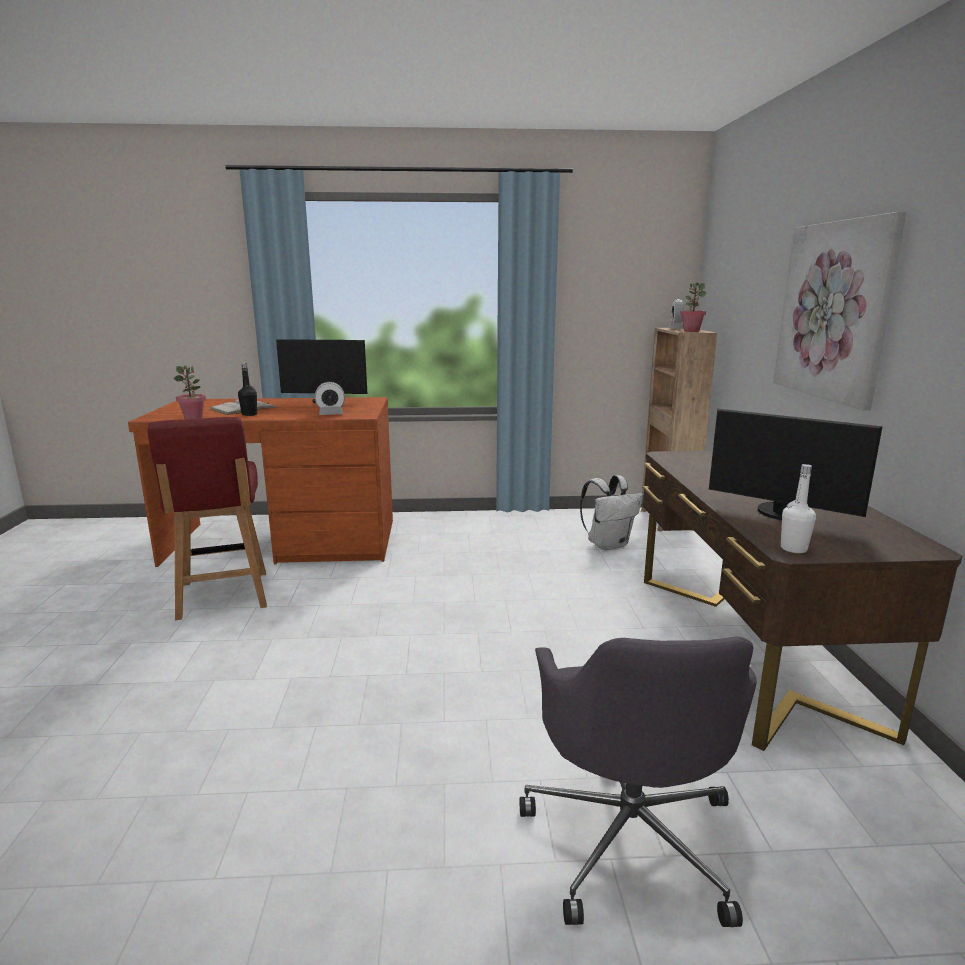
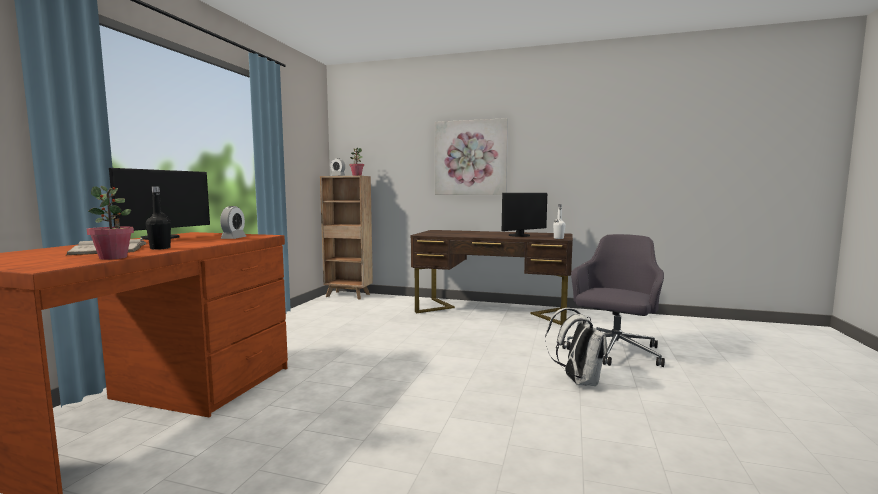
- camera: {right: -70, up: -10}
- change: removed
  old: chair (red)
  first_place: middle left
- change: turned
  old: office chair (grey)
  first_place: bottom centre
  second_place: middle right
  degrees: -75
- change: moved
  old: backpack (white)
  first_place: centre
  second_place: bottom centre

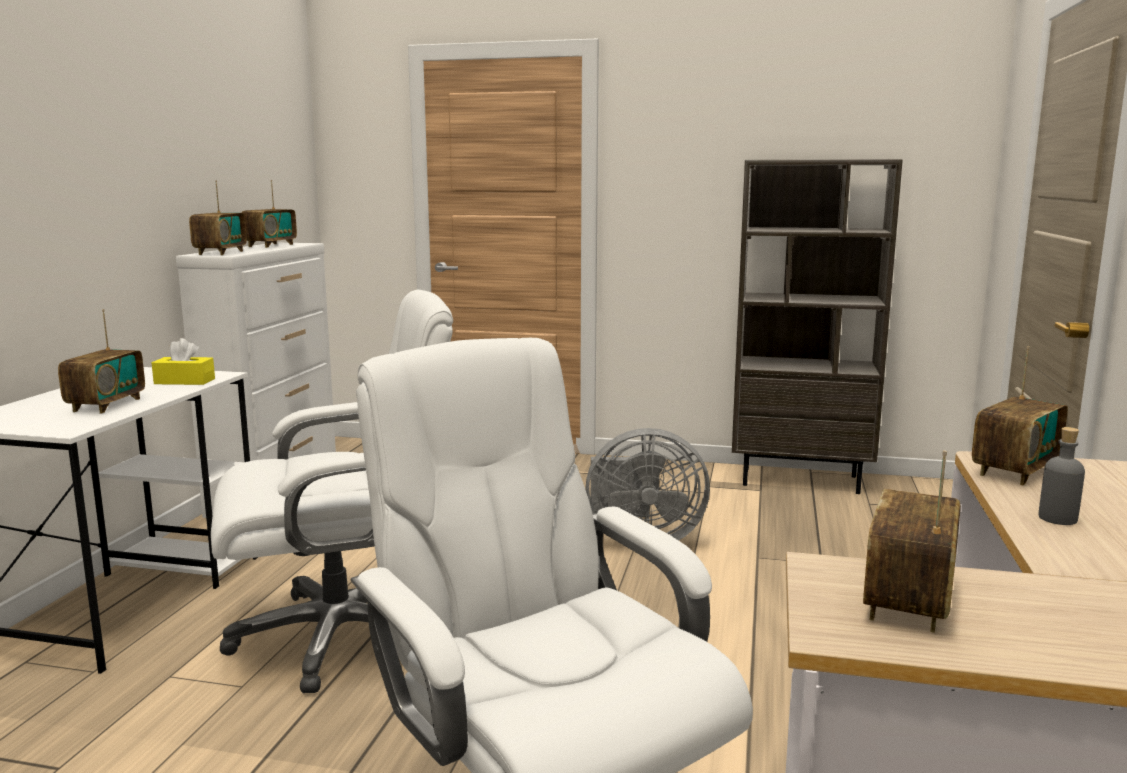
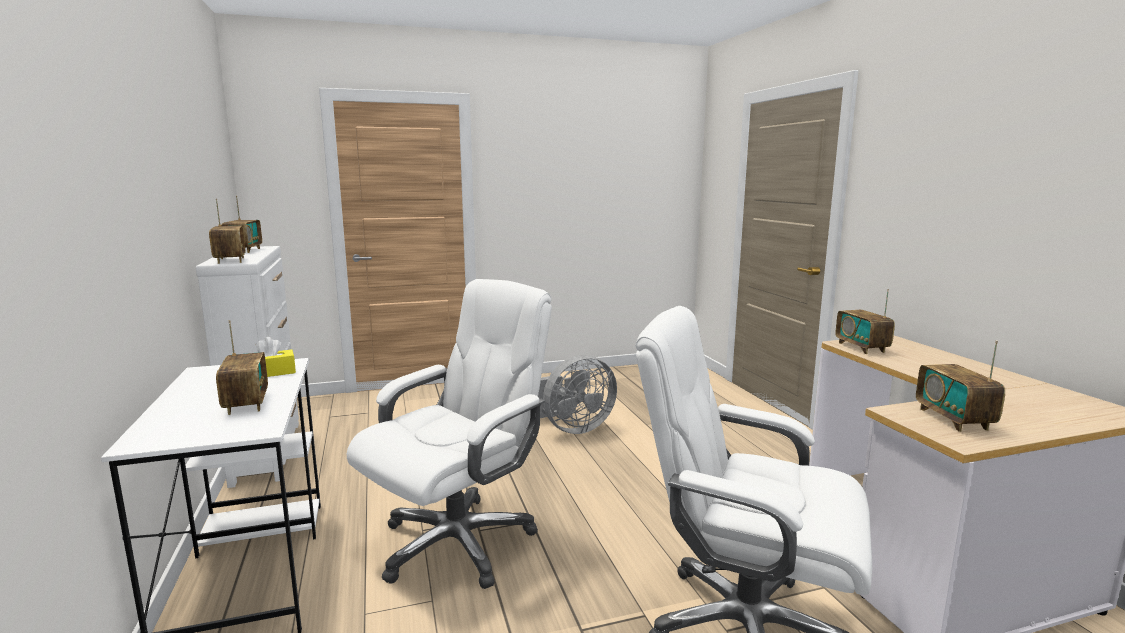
- camera: {right: -30, up: 0}
- change: removed
  old: bookcase (brown)
  first_place: middle right
- change: turned
  old: radio (5th from left in the first image)
  first_place: middle right
  second_place: middle right
  degrees: 150
- change: removed
  old: bottle (grey)
  first_place: middle right

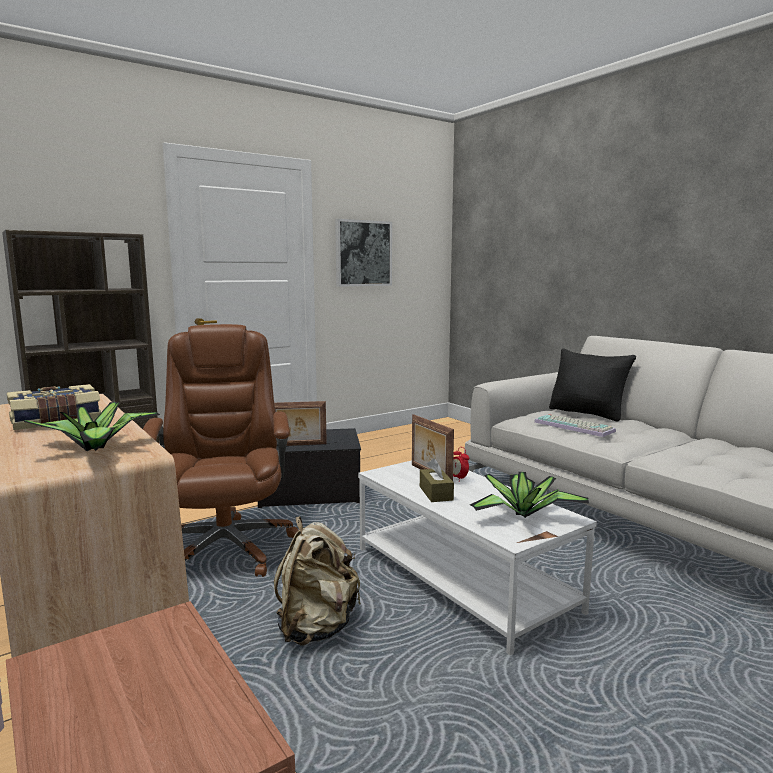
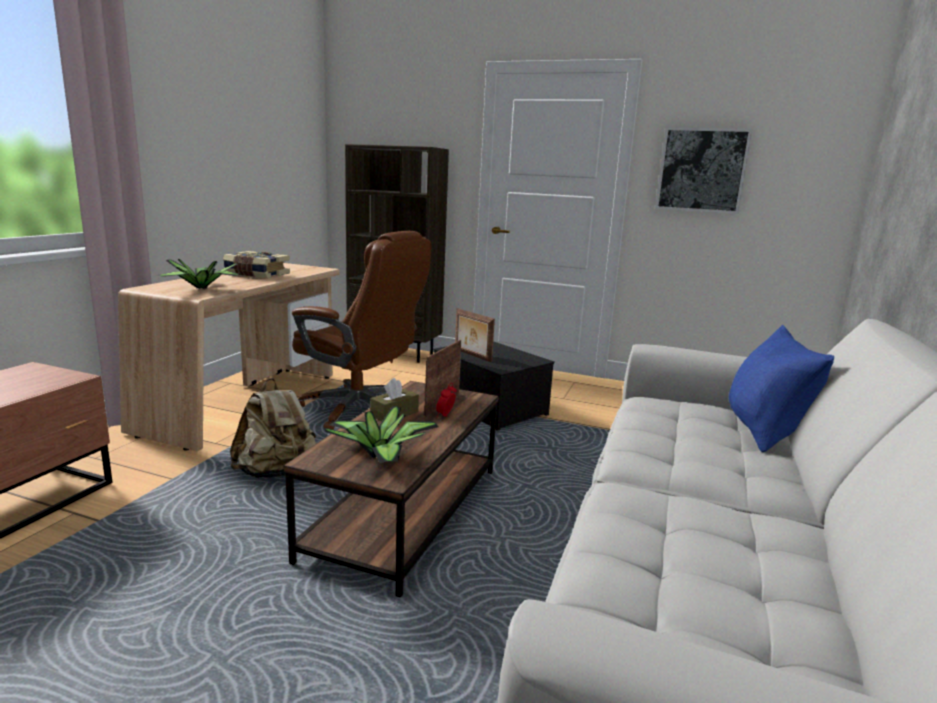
- camera: {right: 55, up: 5}
- change: turned
  old: office chair (brown)
  first_place: middle left
  second_place: centre
  degrees: 75
- change: recoloured
  old: coffee table (white)
  new: coffee table (brown)
  first_place: bottom centre
  second_place: bottom centre
- change: removed
  old: keyboard
  first_place: middle right
- change: recoloured
  old: pillow (black)
  new: pillow (blue)
  first_place: middle right
  second_place: middle right

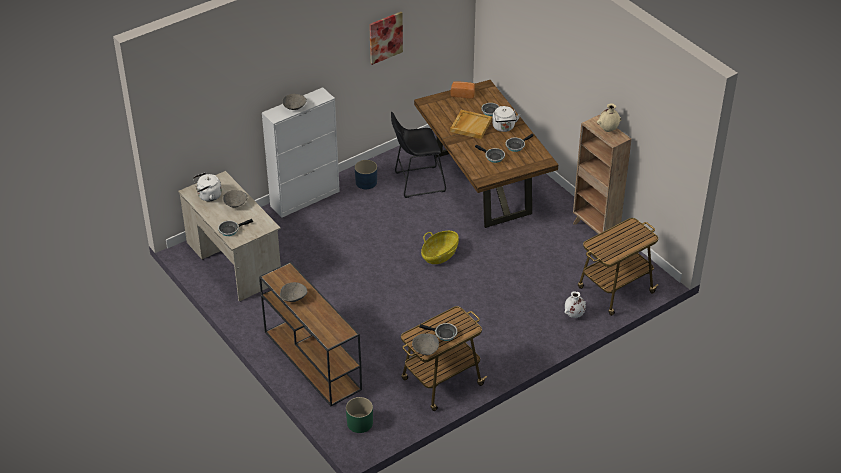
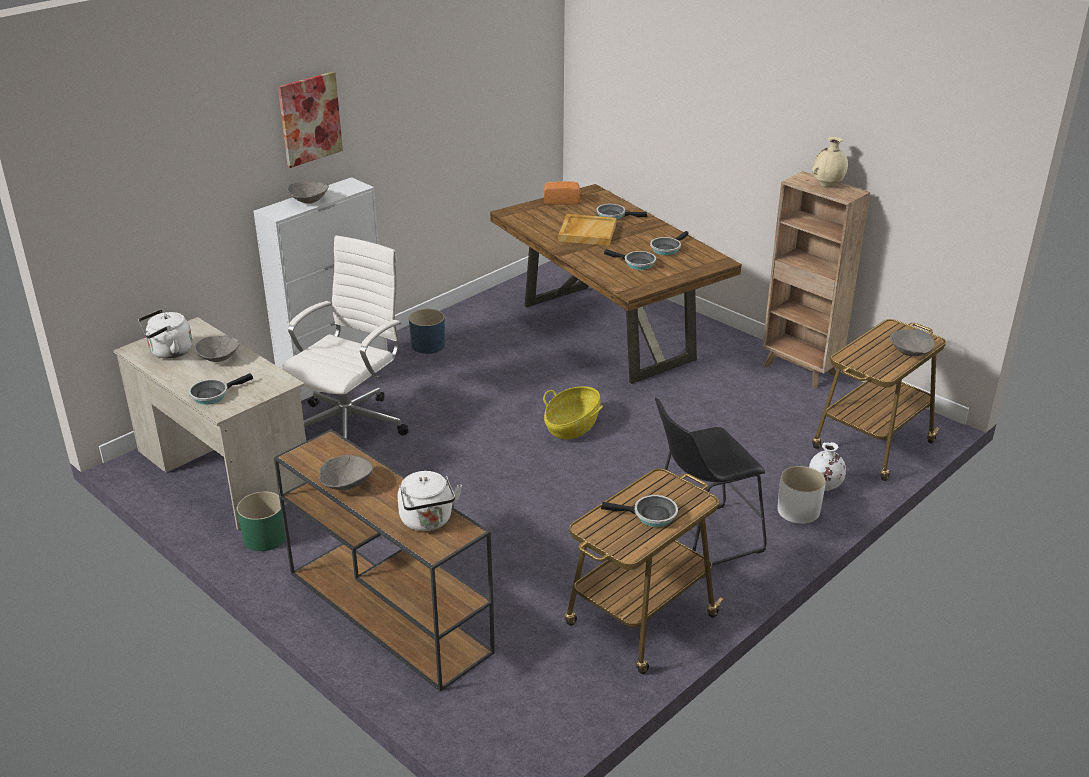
- camera: {right: -10, up: -10}
- change: moved
  old: planter (green)
  first_place: bottom centre
  second_place: bottom left
- change: moved
  old: picture
  first_place: top centre
  second_place: top left
- change: moved
  old: stool (black)
  first_place: top centre
  second_place: centre
- change: moved
  old: bowl (grey) (4th from left)
  first_place: bottom centre
  second_place: middle right
- change: moved
  old: kettle (white) (2nd from left)
  first_place: top centre
  second_place: centre
- change: added
  new: office chair (white)
  second_place: middle left
- change: added
  new: planter (white)
  second_place: middle right

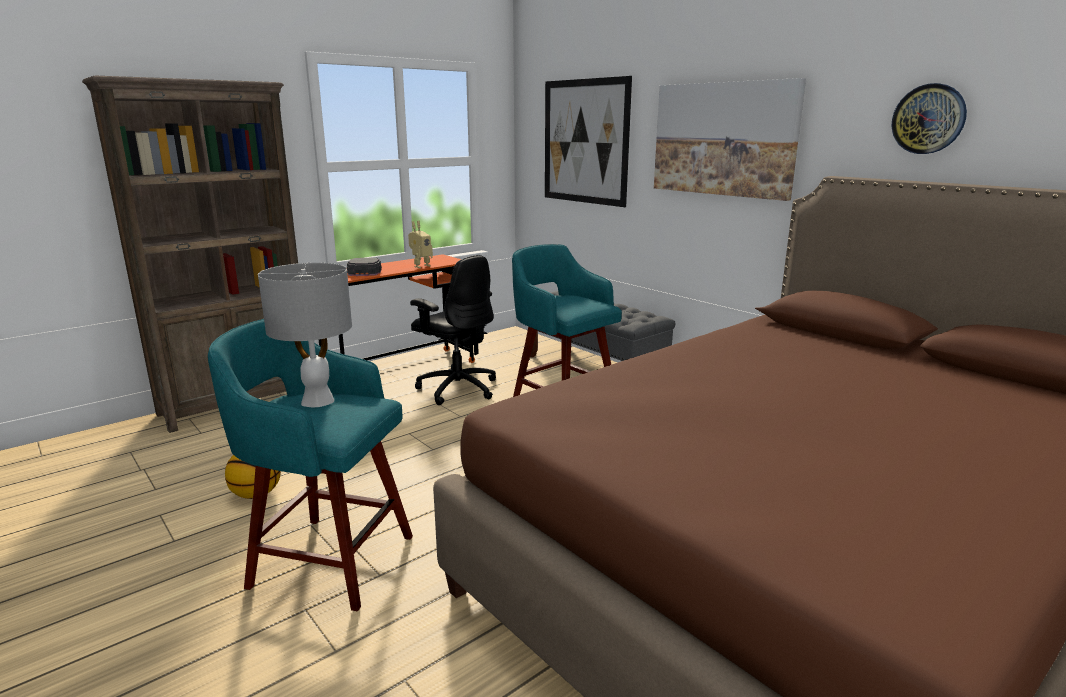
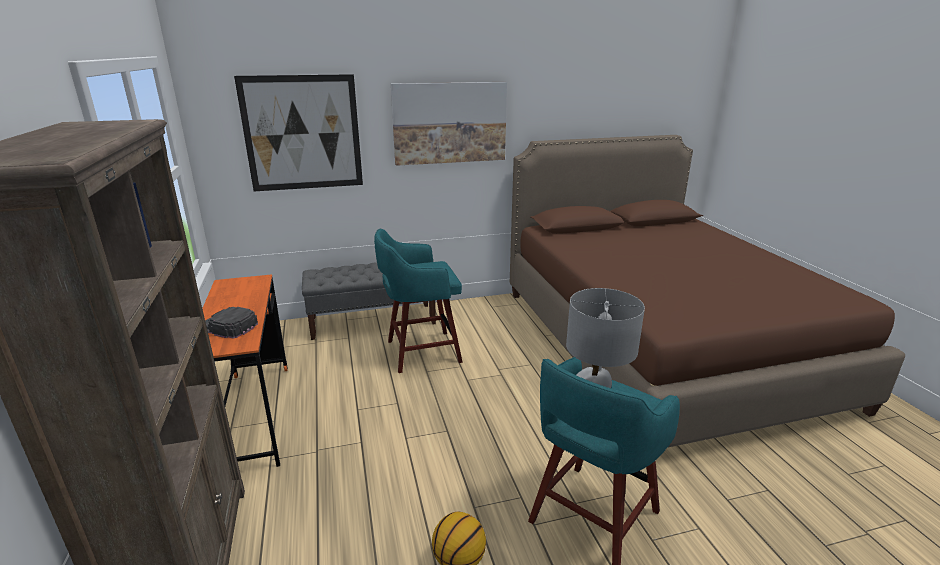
- camera: {right: -65, up: 5}
- change: removed
  old: toy robot
  first_place: centre
- change: removed
  old: office chair (black)
  first_place: centre
- change: removed
  old: wall clock
  first_place: top right

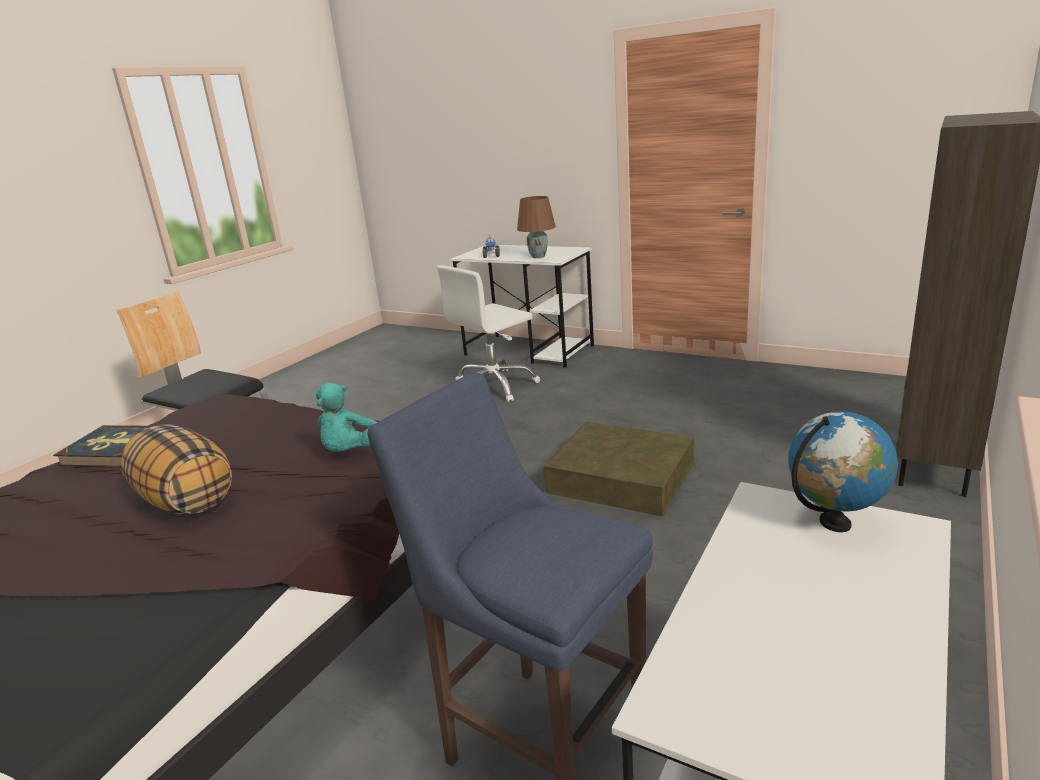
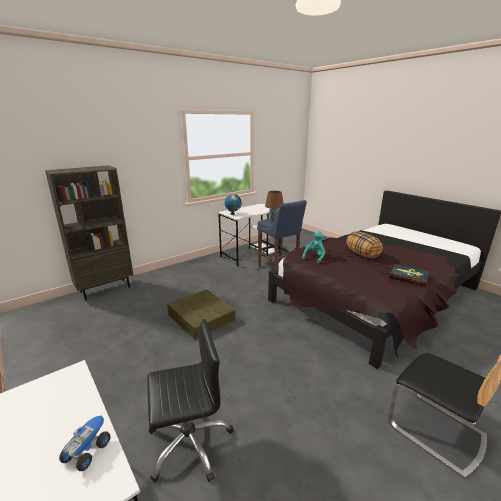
- camera: {right: -160, up: 0}
- change: recoloured
  old: office chair (white)
  new: office chair (black)
  first_place: centre
  second_place: bottom centre
- change: moved
  old: table lamp (brown)
  first_place: top centre
  second_place: centre

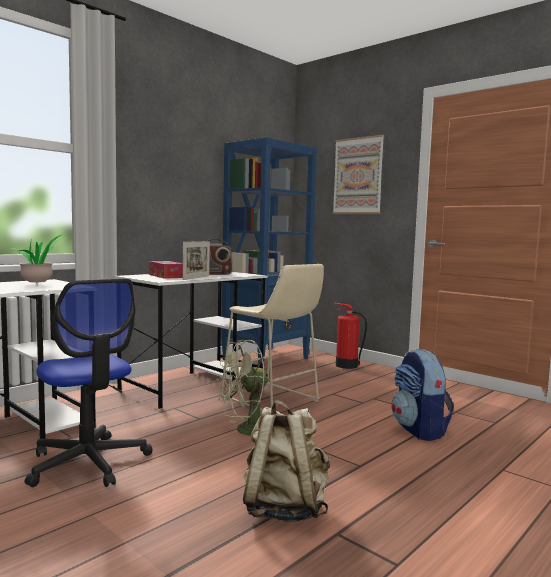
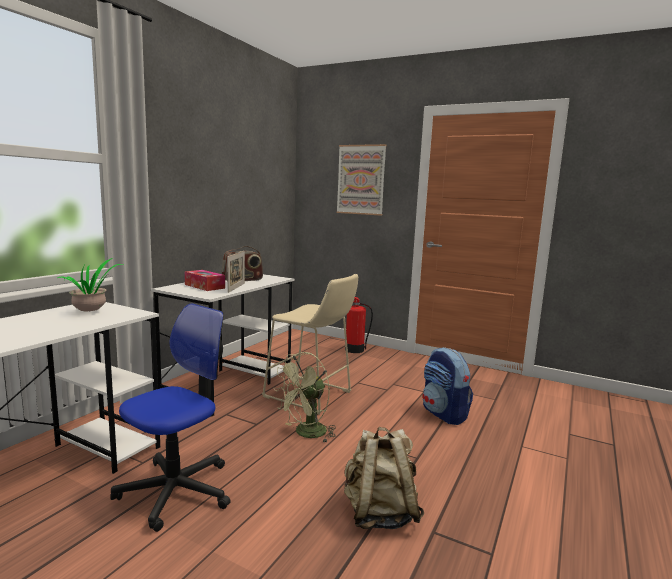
- camera: {right: -15, up: 5}
- change: turned
  old: office chair
  first_place: middle left
  second_place: bottom left
  degrees: -90
- change: removed
  old: bookcase (blue)
  first_place: centre

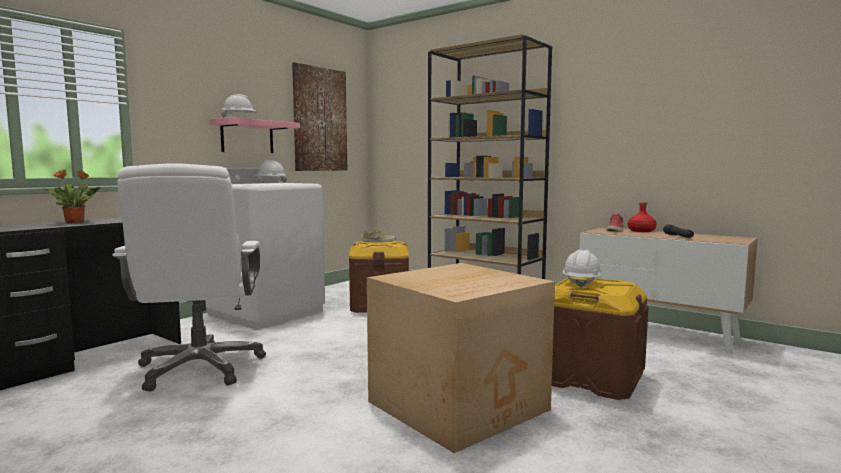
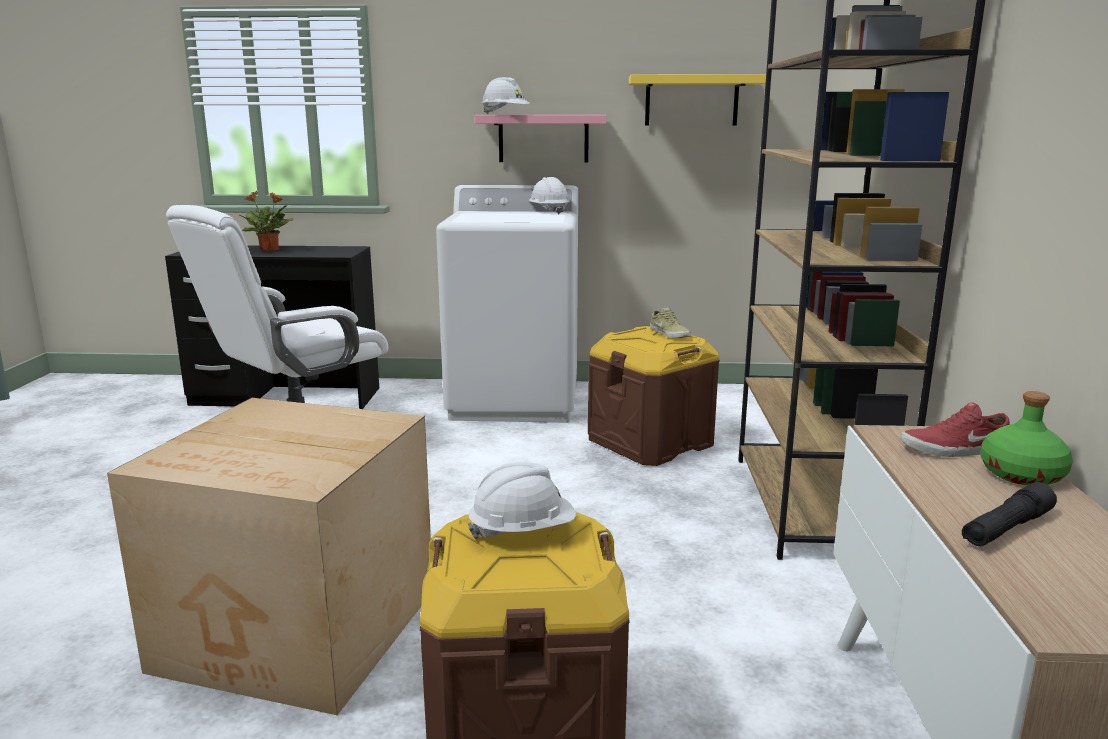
- camera: {right: 55, up: 10}
- change: replaced
  old: picture
  new: shelf (yellow)
  first_place: top centre
  second_place: top centre
- change: recoloured
  old: bottle (red)
  new: bottle (green)
  first_place: middle right
  second_place: middle right

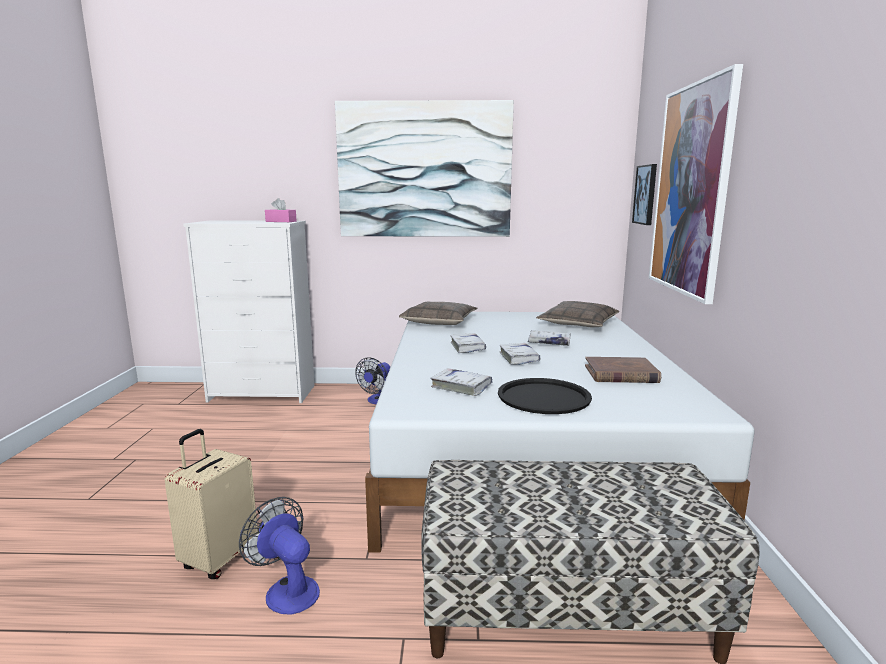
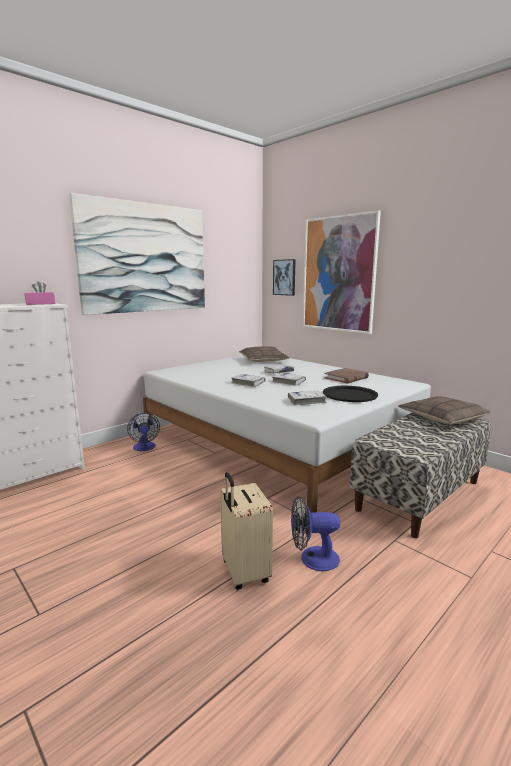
- camera: {right: -45, up: 0}
- change: moved
  old: pillow (1st from left in the first image)
  new: pillow (2nd from left)
  first_place: centre
  second_place: middle right

